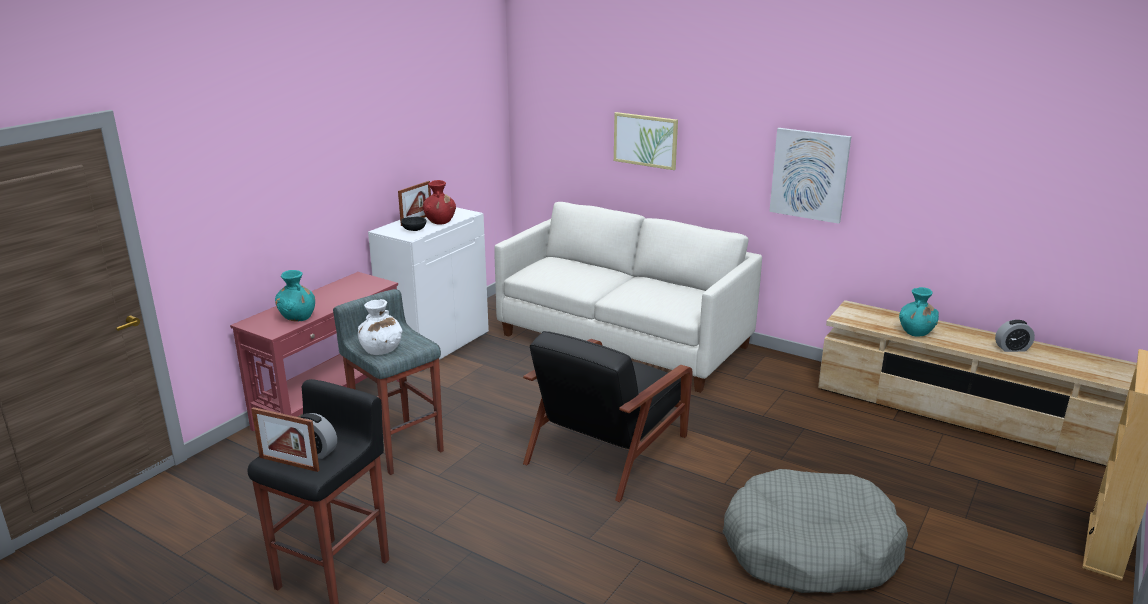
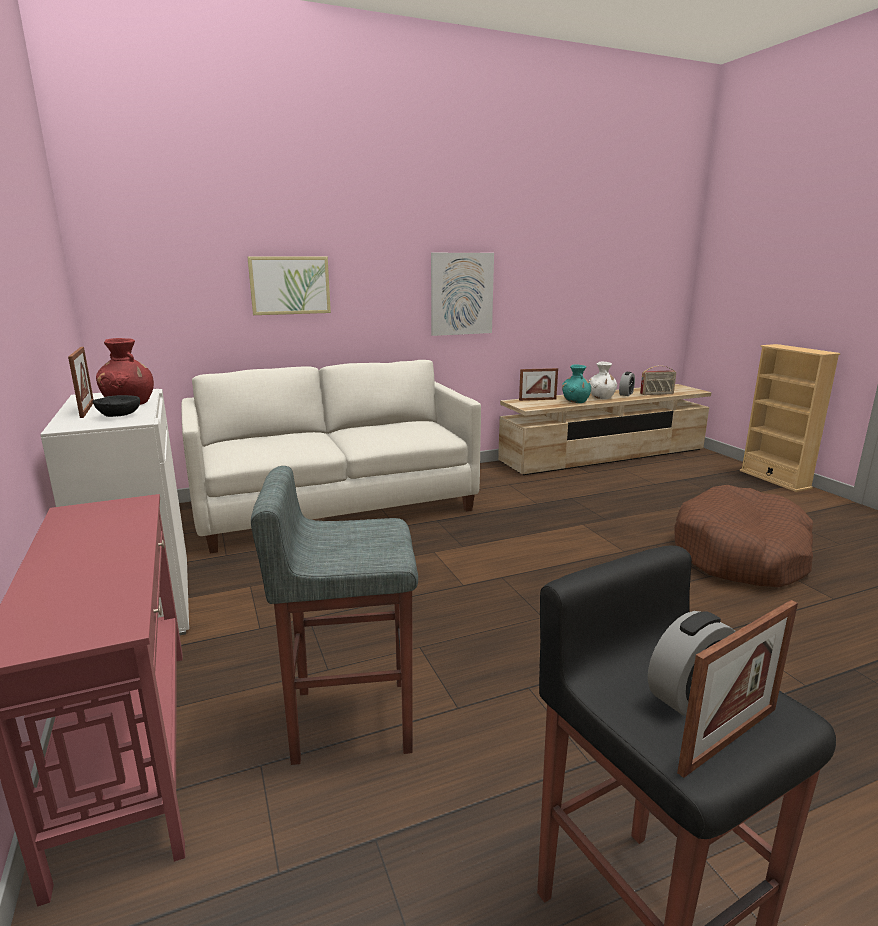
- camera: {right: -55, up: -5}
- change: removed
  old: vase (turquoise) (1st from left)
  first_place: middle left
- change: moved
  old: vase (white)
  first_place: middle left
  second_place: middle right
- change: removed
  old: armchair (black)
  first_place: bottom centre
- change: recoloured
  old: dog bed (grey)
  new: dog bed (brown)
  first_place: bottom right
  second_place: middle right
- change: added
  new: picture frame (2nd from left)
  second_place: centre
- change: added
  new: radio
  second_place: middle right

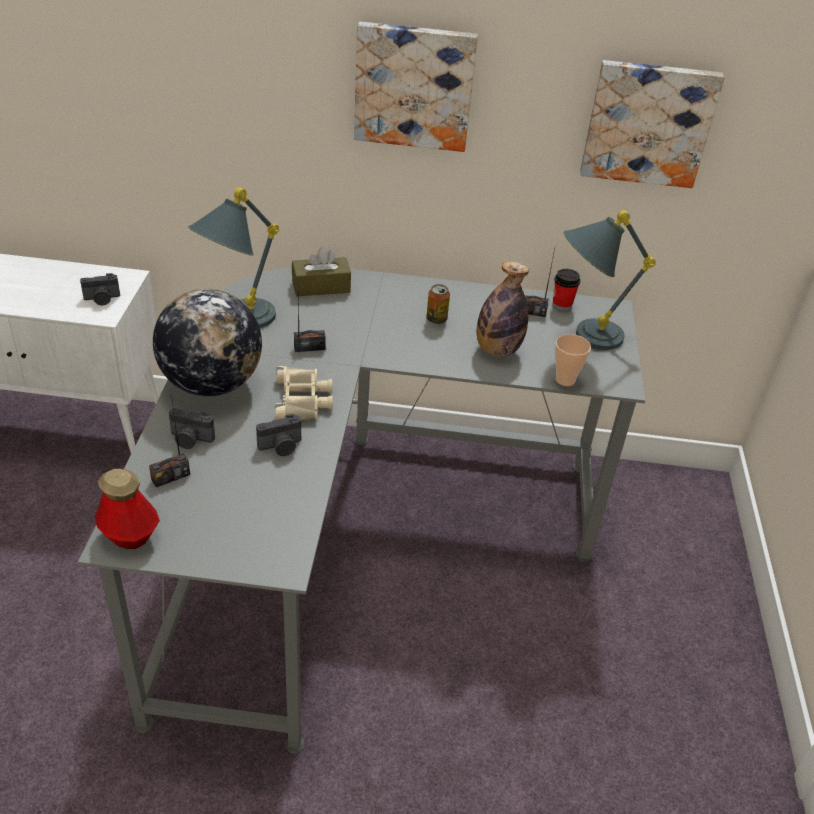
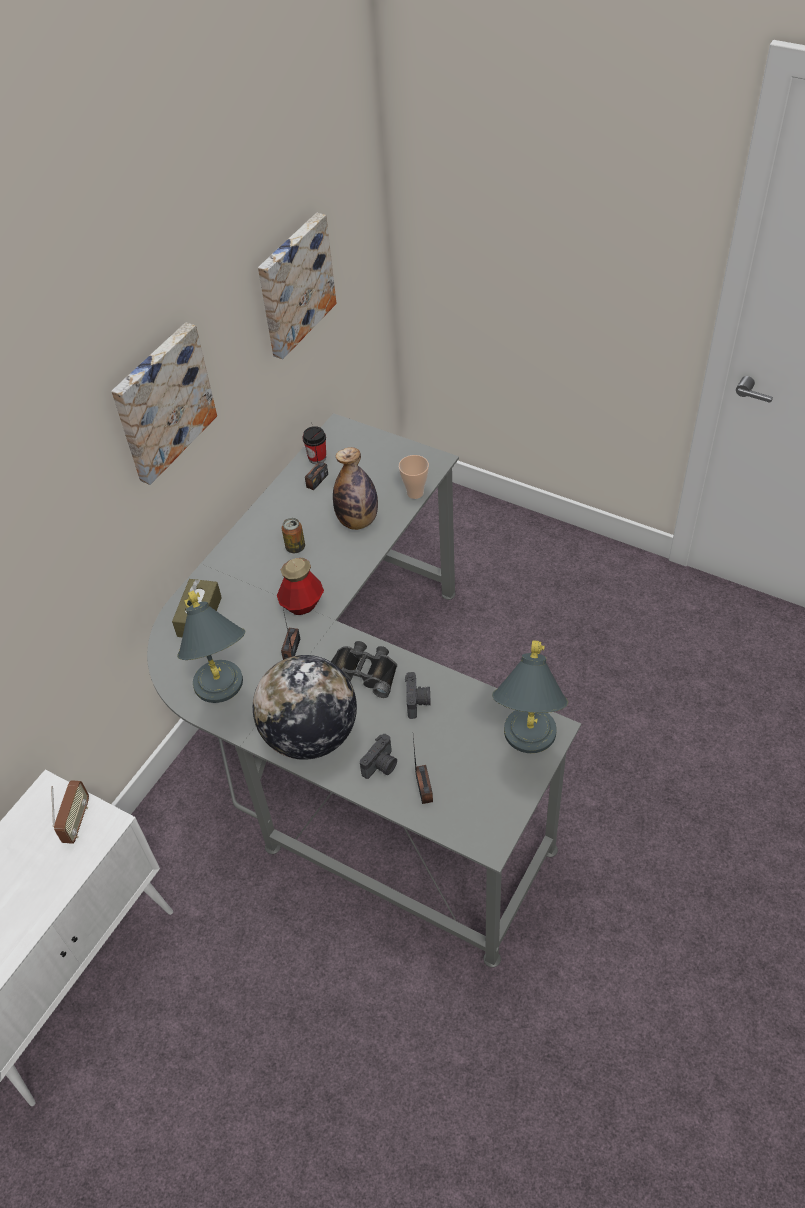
- camera: {right: -60, up: 10}
- change: replaced
  old: photo camera (1st from left)
  new: radio (1st from left)
  first_place: middle left
  second_place: bottom left
- change: moved
  old: bottle (1st from left)
  first_place: middle left
  second_place: centre
- change: recoloured
  old: binoculars (beige)
  new: binoculars (black)
  first_place: centre
  second_place: centre
- change: moved
  old: table lamp (grey) (2nd from left)
  first_place: middle right
  second_place: centre

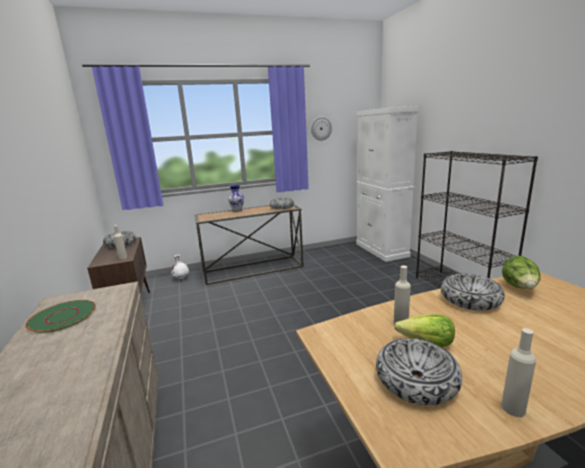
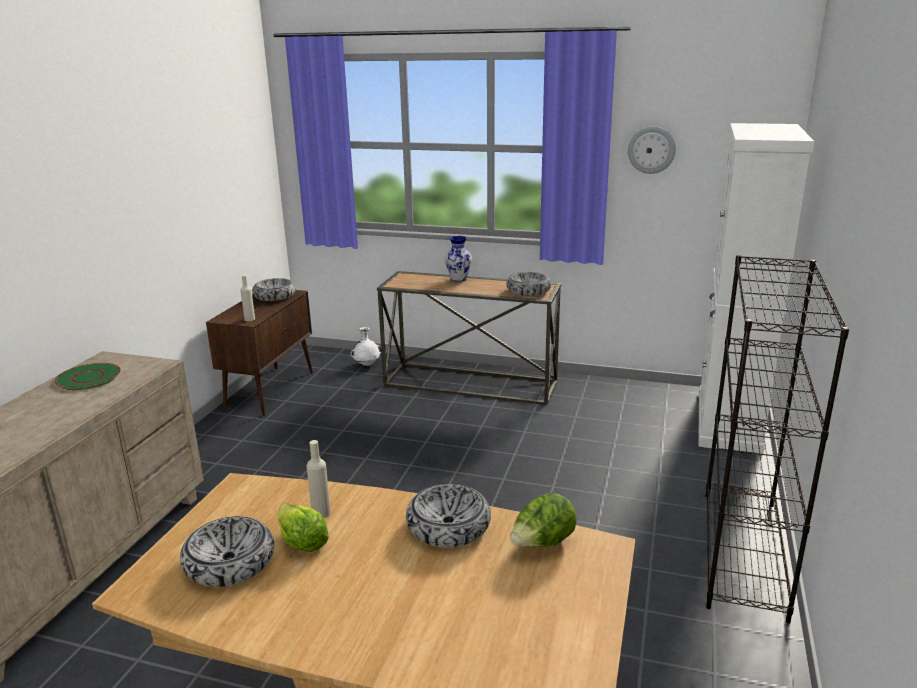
- camera: {right: 35, up: 5}
- change: removed
  old: bottle (beige) (3rd from left)
  first_place: bottom right

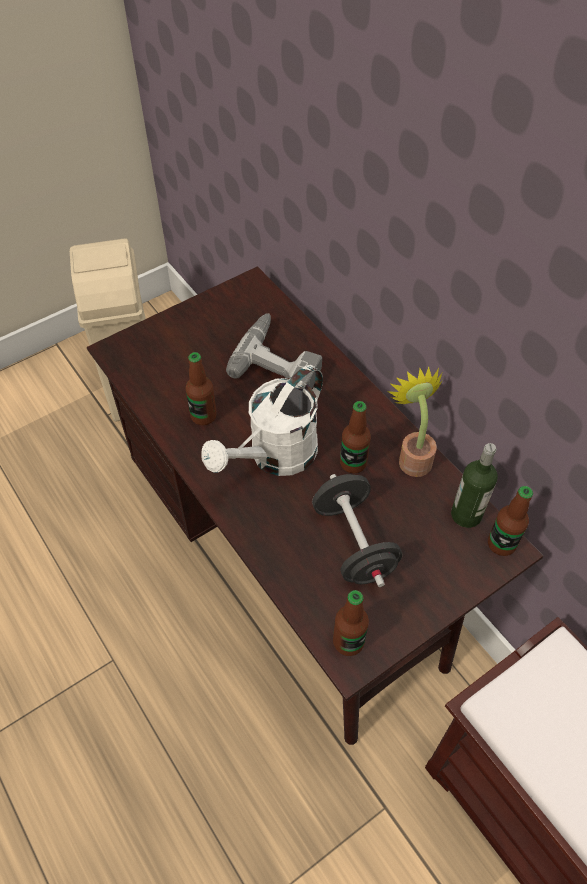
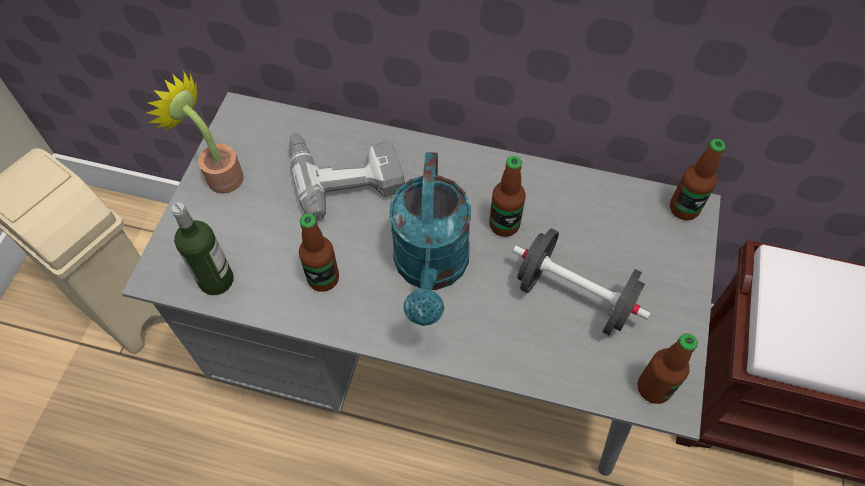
- camera: {right: -40, up: 5}
- change: recoloured
  old: desk (brown)
  new: desk (grey)
  first_place: centre
  second_place: centre
- change: recoloured
  old: watering can (white)
  new: watering can (turquoise)
  first_place: centre
  second_place: centre
- change: moved
  old: potted plant
  first_place: middle right
  second_place: top left
- change: moved
  old: bottle (4th from left in the first image)
  new: bottle (1st from left)
  first_place: middle right
  second_place: middle left

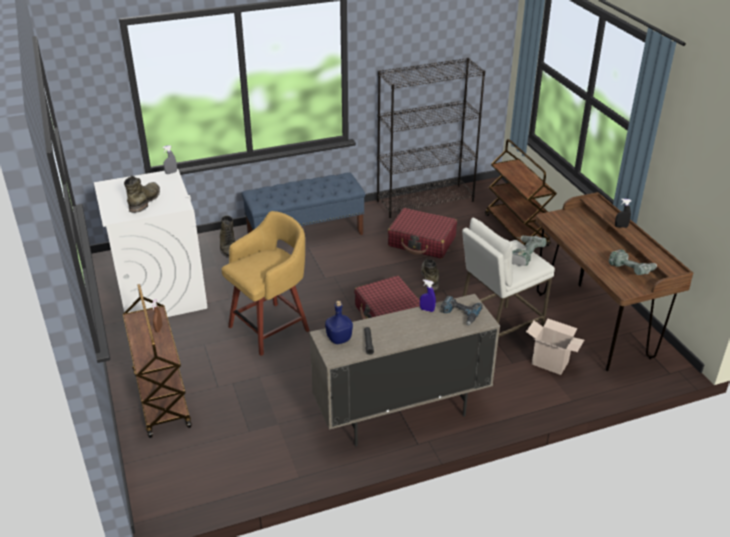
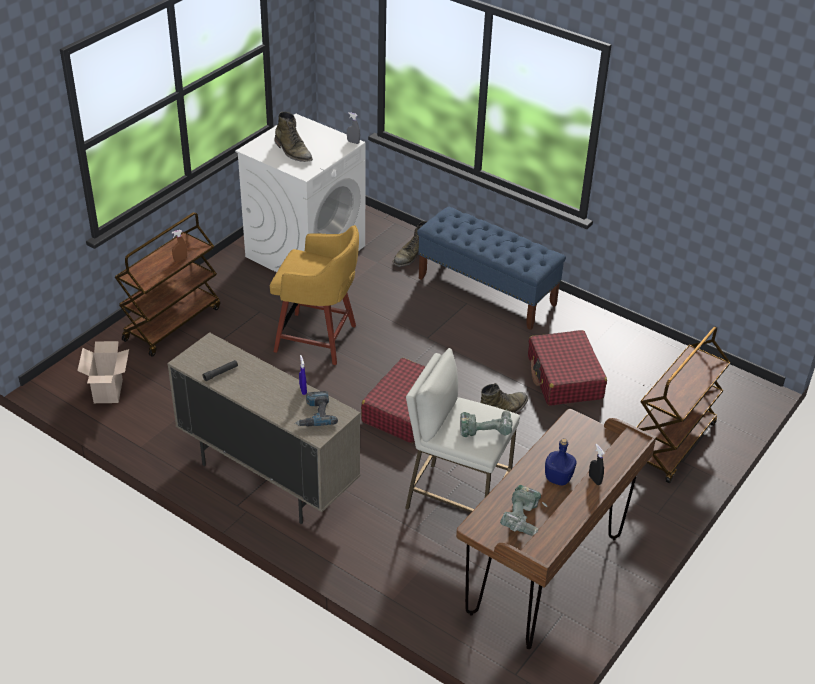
- camera: {right: 55, up: 5}
- change: turned
  old: boot (green) (1st from left)
  first_place: middle left
  second_place: top centre
  degrees: 75
- change: moved
  old: bottle (blue)
  first_place: centre
  second_place: bottom right
- change: removed
  old: bookcase (black)
  first_place: top centre
- change: moved
  old: cardboard box
  first_place: middle right
  second_place: middle left

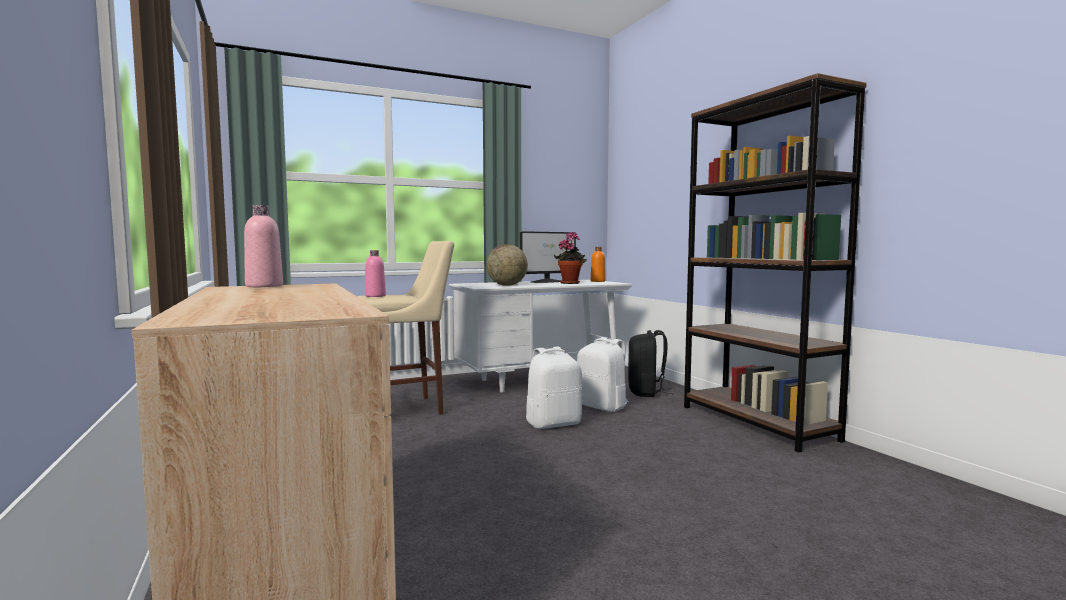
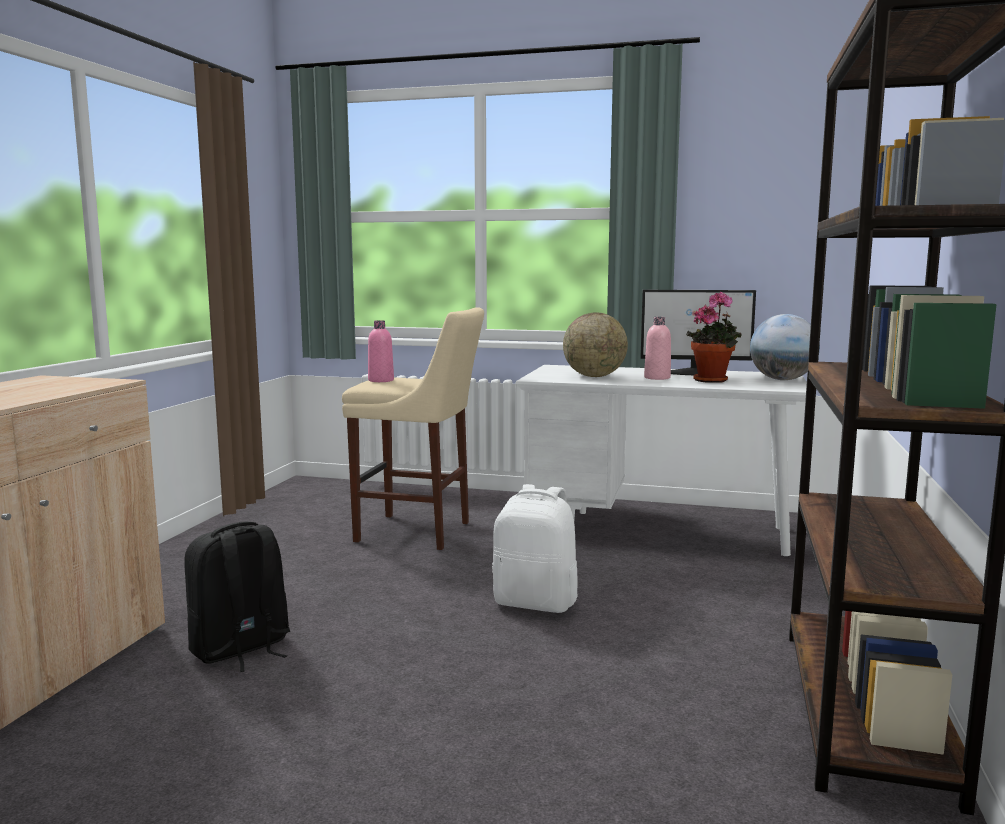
- camera: {right: 40, up: 5}
- change: moved
  old: bottle (pink) (1st from left in the first image)
  new: bottle (pink) (2nd from left)
  first_place: middle left
  second_place: centre
- change: removed
  old: backpack (white) (2nd from left)
  first_place: centre
- change: replaced
  old: bottle (orange)
  new: globe (2nd from left)
  first_place: centre
  second_place: middle right
- change: moved
  old: backpack (black)
  first_place: centre
  second_place: bottom left

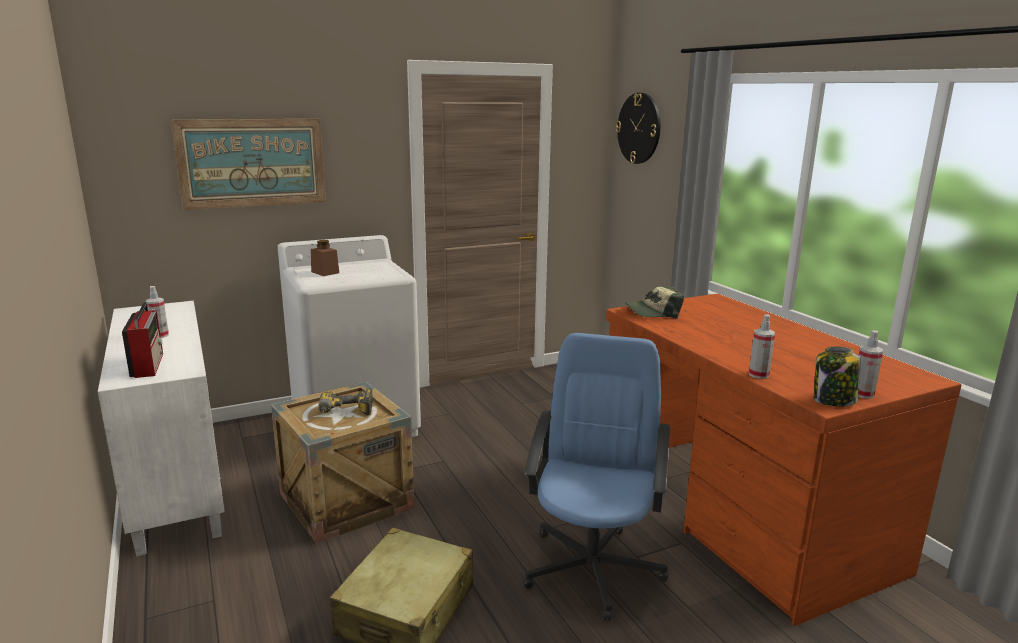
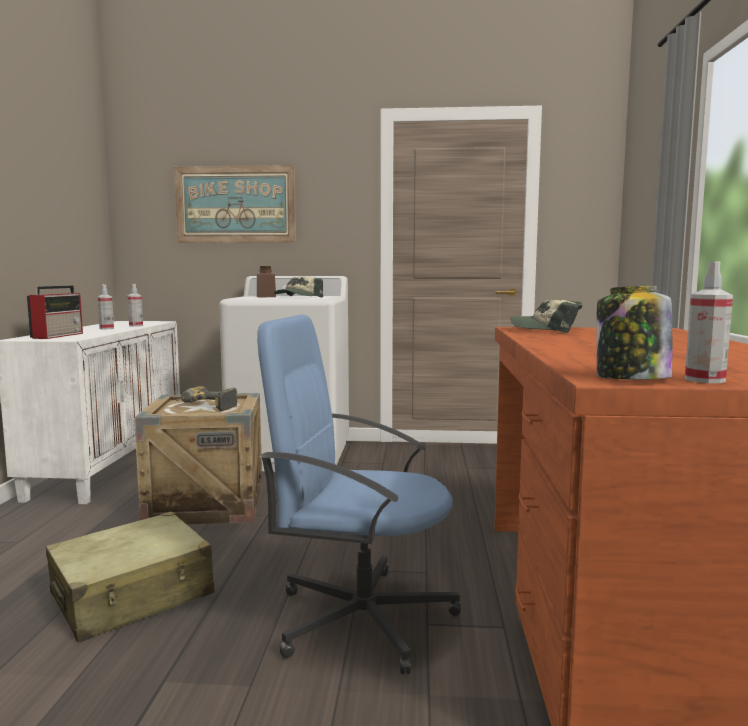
- camera: {right: 30, up: -10}
- change: turned
  old: office chair (blue)
  first_place: bottom centre
  second_place: bottom centre
  degrees: -120
- change: removed
  old: wall clock
  first_place: top centre
- change: moved
  old: spray bottle (2nd from left)
  first_place: middle right
  second_place: middle left
- change: added
  new: cap (1st from left)
  second_place: centre

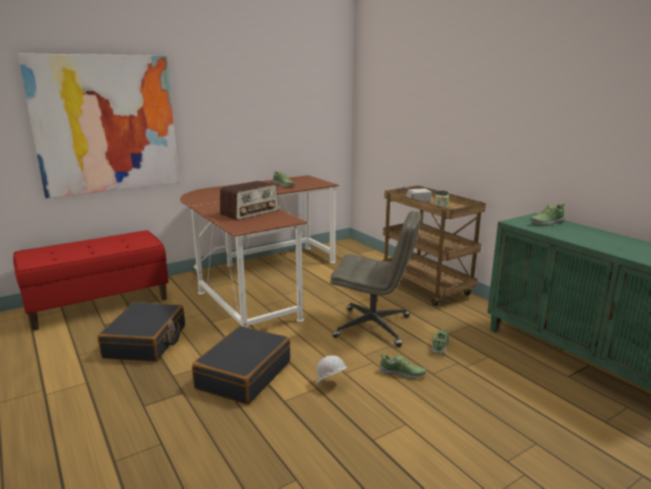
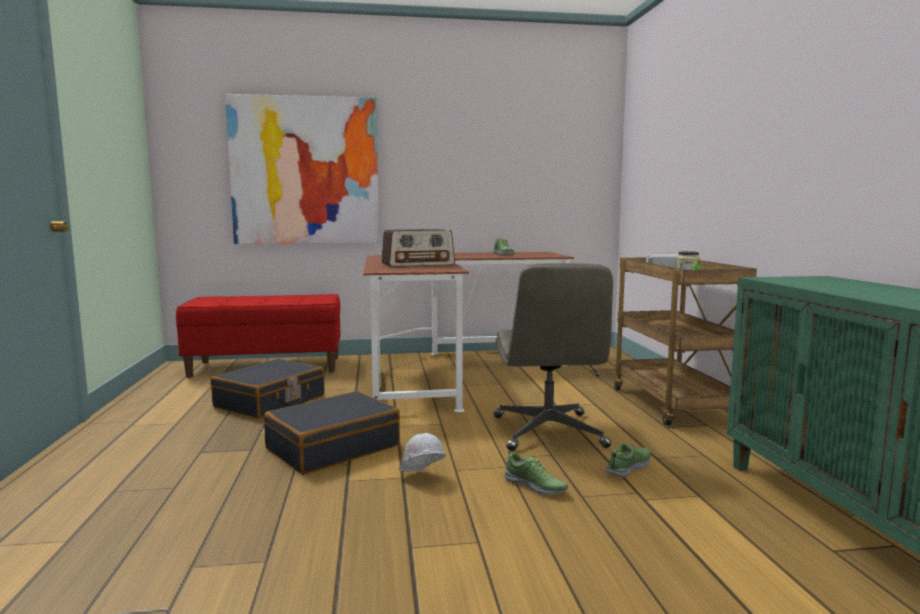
- camera: {right: 25, up: -10}
- change: turned
  old: office chair (grey)
  first_place: centre
  second_place: centre
  degrees: 45
- change: removed
  old: shoe (4th from left)
  first_place: middle right

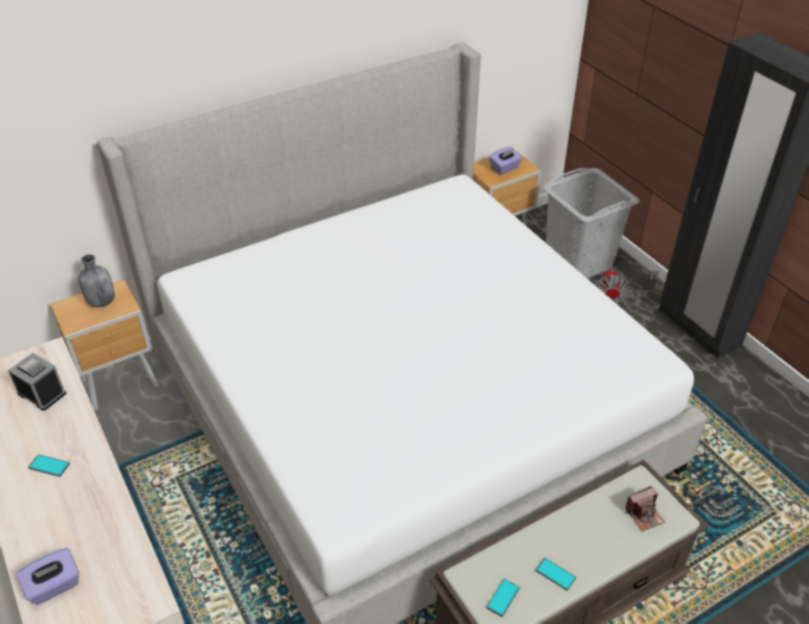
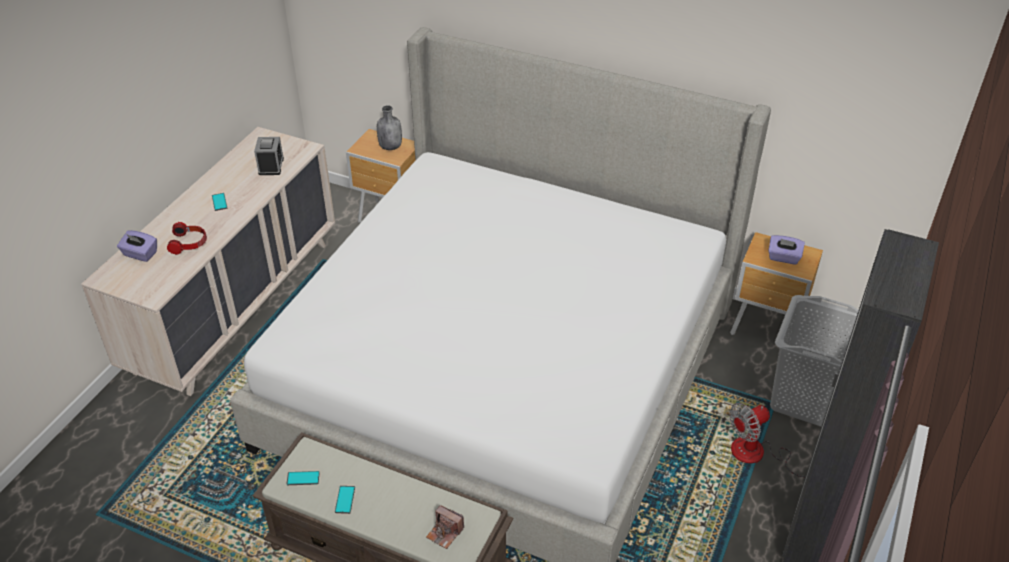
- camera: {right: 55, up: 0}
- change: added
  new: headphones
  second_place: middle left

